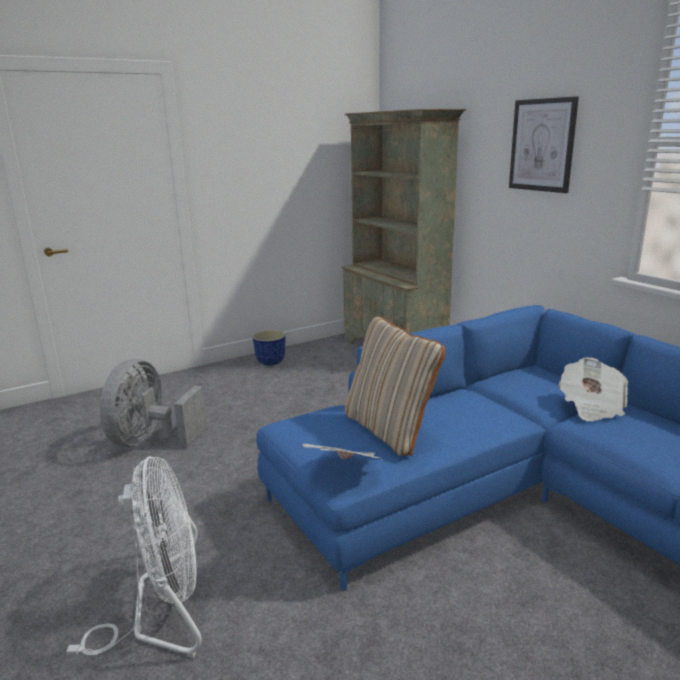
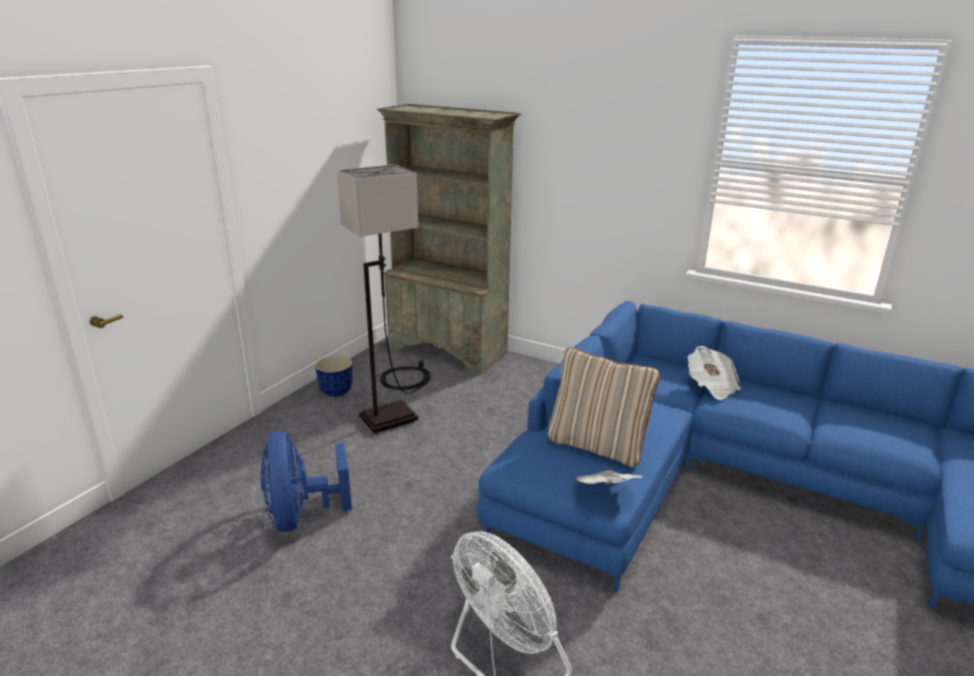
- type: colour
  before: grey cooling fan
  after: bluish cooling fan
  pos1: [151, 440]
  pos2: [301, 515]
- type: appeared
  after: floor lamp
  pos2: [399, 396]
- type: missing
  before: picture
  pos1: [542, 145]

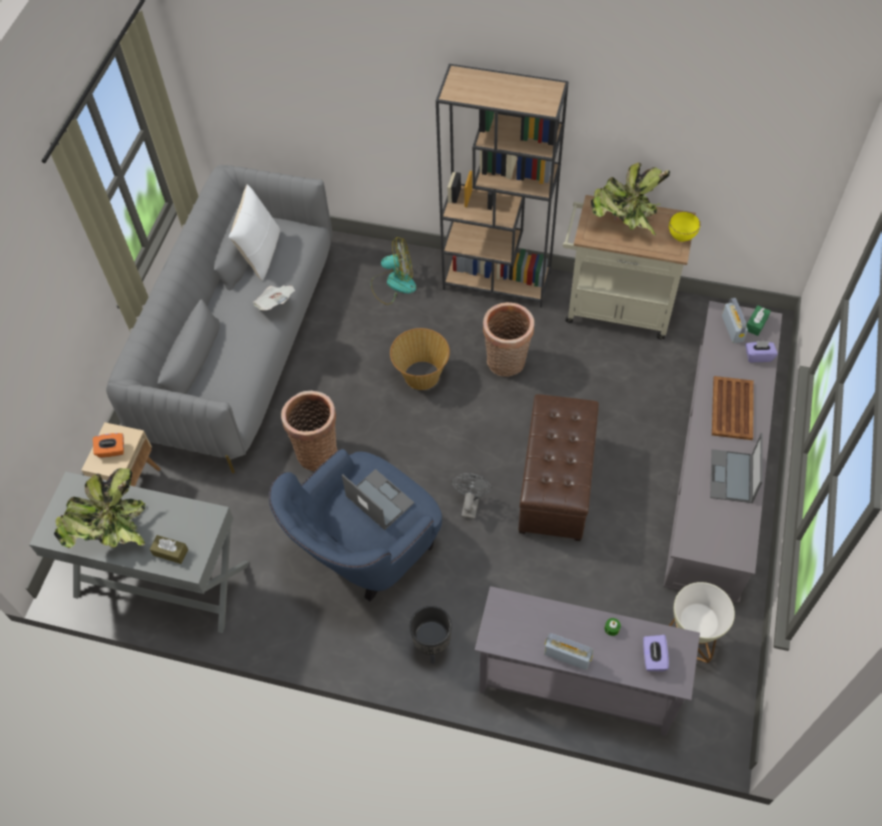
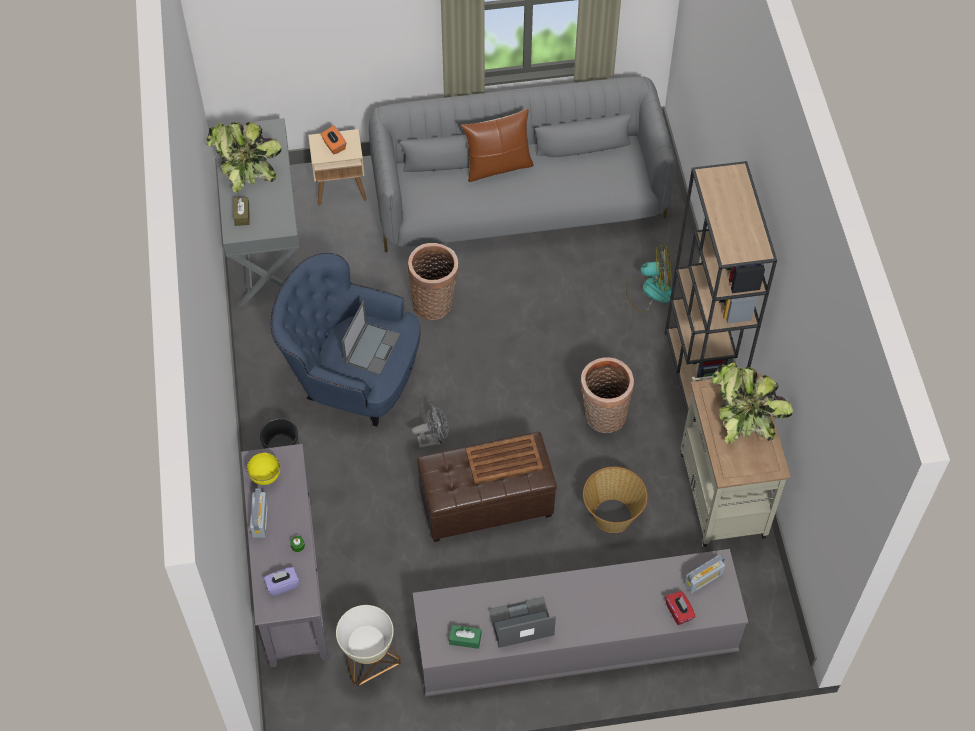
- type: relocated
  before: yellow-coloured serving bowl
  pos1: [681, 237]
  pos2: [266, 478]
- type: relocated
  before: green tissue box
  pos1: [756, 324]
  pos2: [465, 639]
- type: appeared
  after: brownish throw pillow
  pos2: [498, 166]
- type: relocated
  before: brownish carrying tray
  pos1: [732, 408]
  pos2: [504, 460]
- type: relocated
  before: basket
  pos1: [421, 376]
  pos2: [612, 515]
- type: spun
  before: cooling fan
  pos1: [393, 284]
  pos2: [649, 290]
  turn: -60
- type: colour
  before: purple tissue box
  after: reddish tissue box
  pos1: [758, 356]
  pos2: [679, 612]
- type: missing
  before: white-coloured throw pillow
  pos1: [260, 253]
- type: missing
  before: newspaper
  pos1: [275, 303]

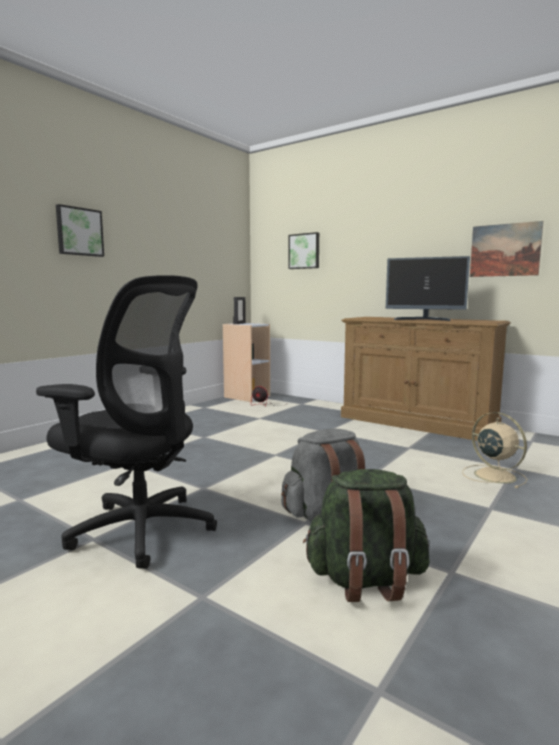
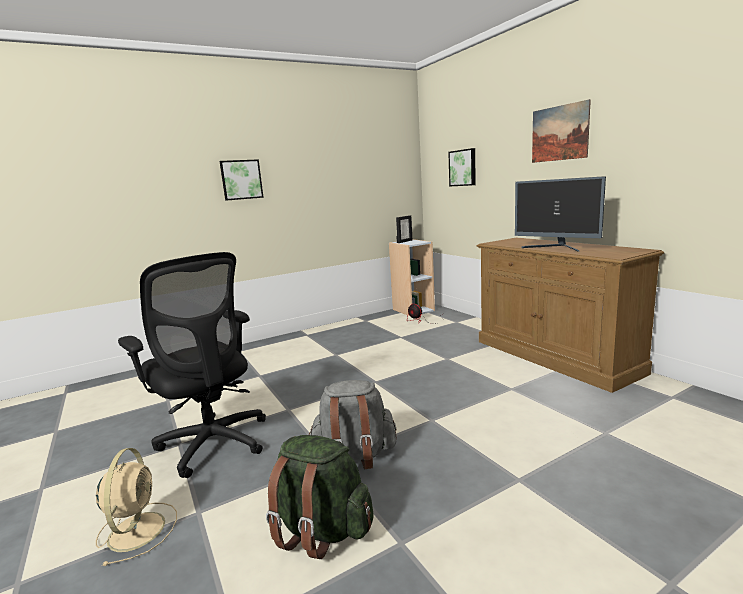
- type: relocated
  before: beige cooling fan
  pos1: [493, 475]
  pos2: [137, 529]
- type: relocated
  before: picture
  pos1: [505, 250]
  pos2: [559, 133]

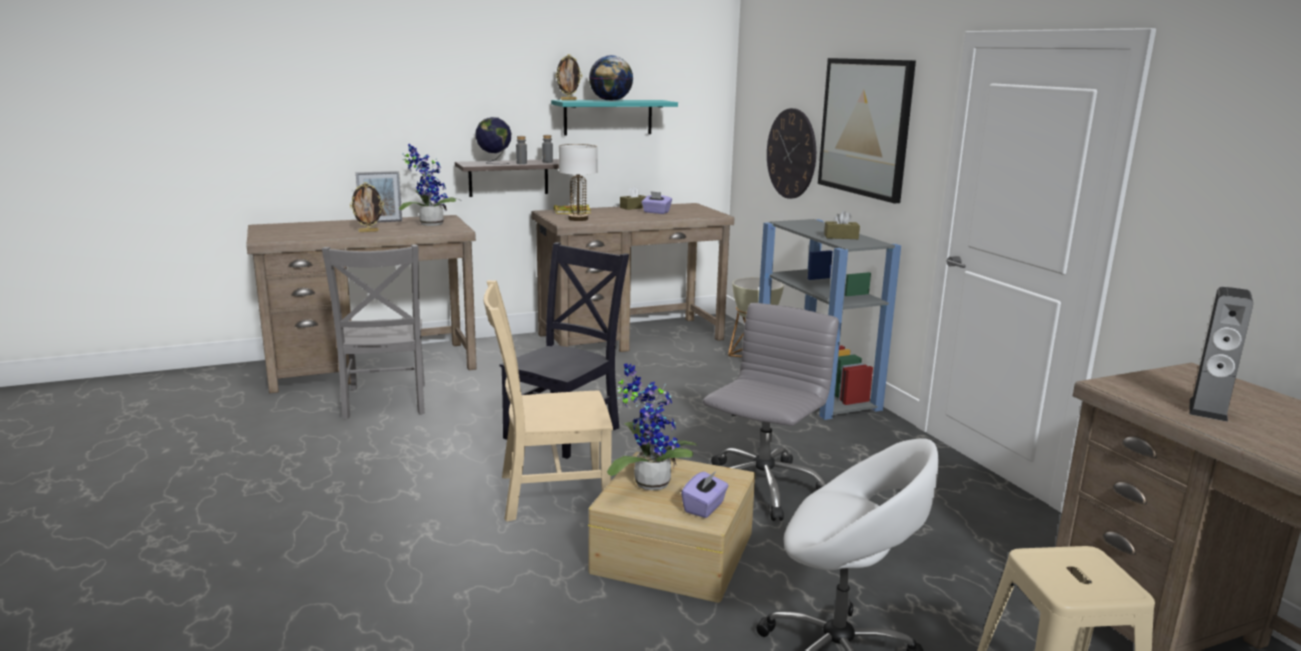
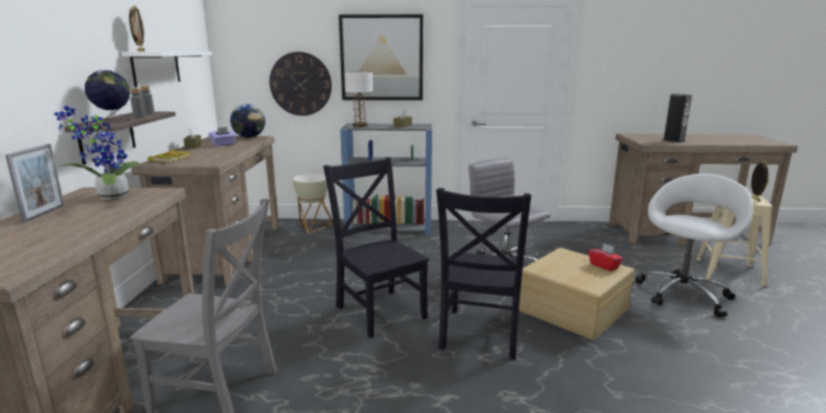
- type: colour
  before: blue-green bracket shelf
  after: white-coloured bracket shelf
  pos1: [608, 117]
  pos2: [156, 68]
- type: relocated
  before: world globe
  pos1: [610, 101]
  pos2: [249, 137]
- type: relocated
  before: tabletop lamp
  pos1: [578, 219]
  pos2: [360, 126]
- type: colour
  before: beige upright chair
  after: blackish upright chair
  pos1: [548, 494]
  pos2: [479, 335]
- type: colour
  before: purple tissue box
  after: reddish tissue box
  pos1: [704, 507]
  pos2: [604, 266]
- type: relocated
  before: picture frame
  pos1: [368, 231]
  pos2: [755, 200]
- type: missing
  before: plant in a pot
  pos1: [648, 482]

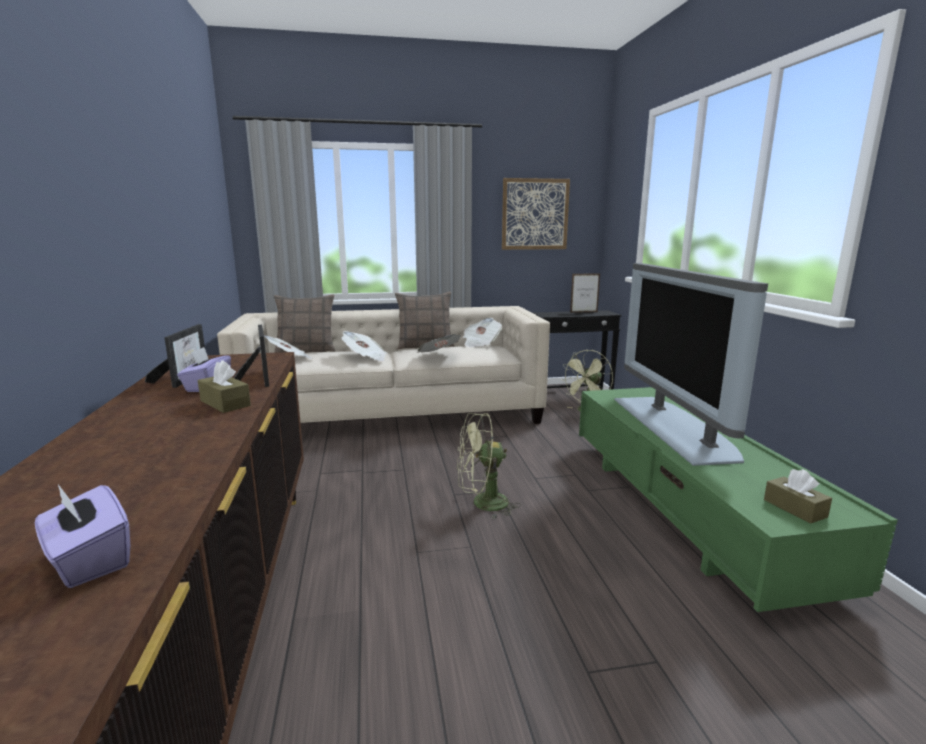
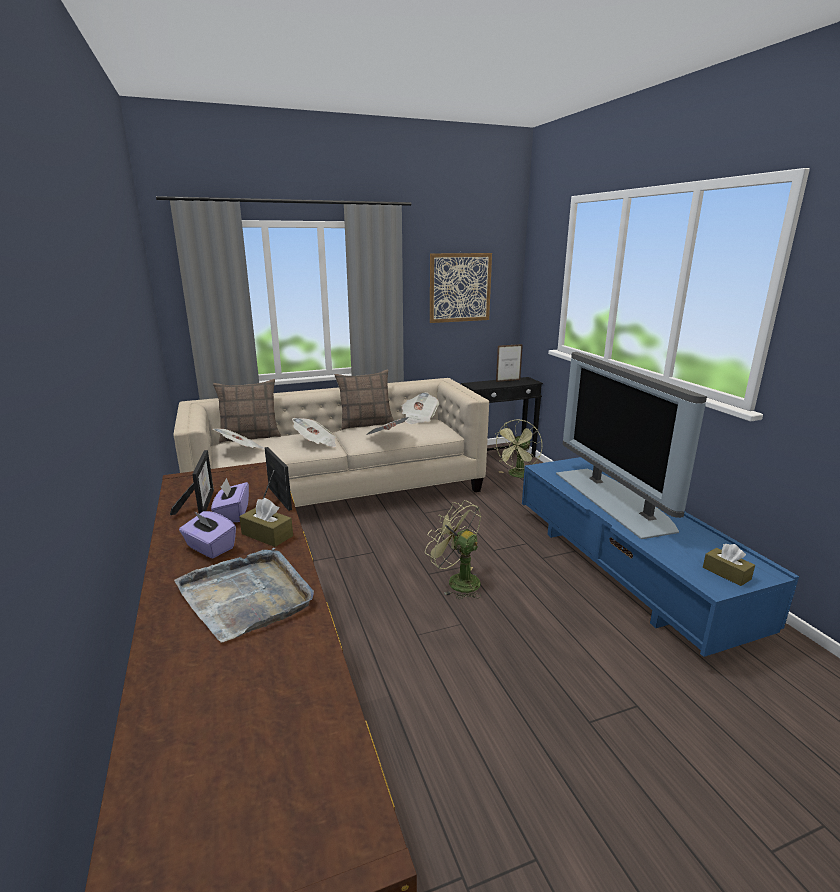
- type: appeared
  after: grey carrying tray
  pos2: [247, 596]
- type: relocated
  before: purple tissue box
  pos1: [89, 560]
  pos2: [210, 548]
- type: spun
  before: green cooling fan
  pos1: [482, 504]
  pos2: [457, 581]
  turn: 60
- type: colour
  before: green media console
  after: bluish media console
  pos1: [687, 508]
  pos2: [626, 567]

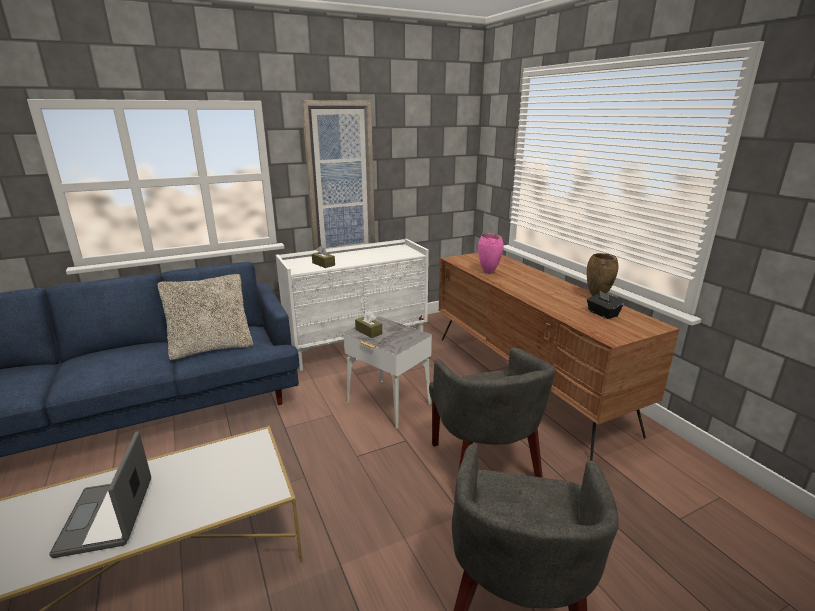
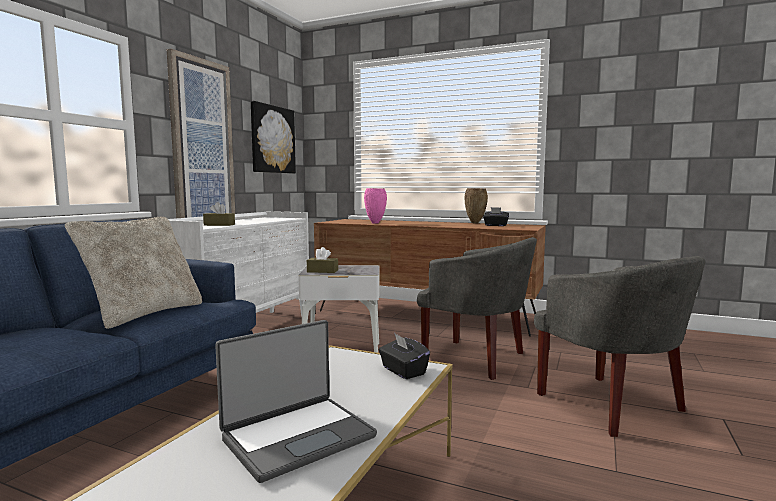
- type: spun
  before: portable computer
  pos1: [108, 516]
  pos2: [297, 436]
  turn: -75
- type: appeared
  after: picture
  pos2: [272, 139]
- type: appeared
  after: blackish tissue box
  pos2: [403, 371]

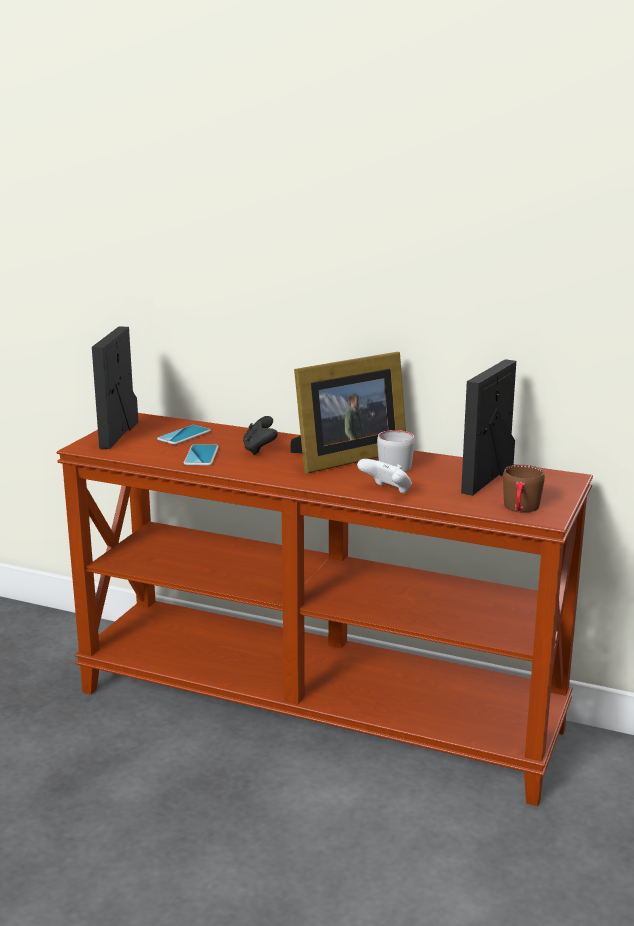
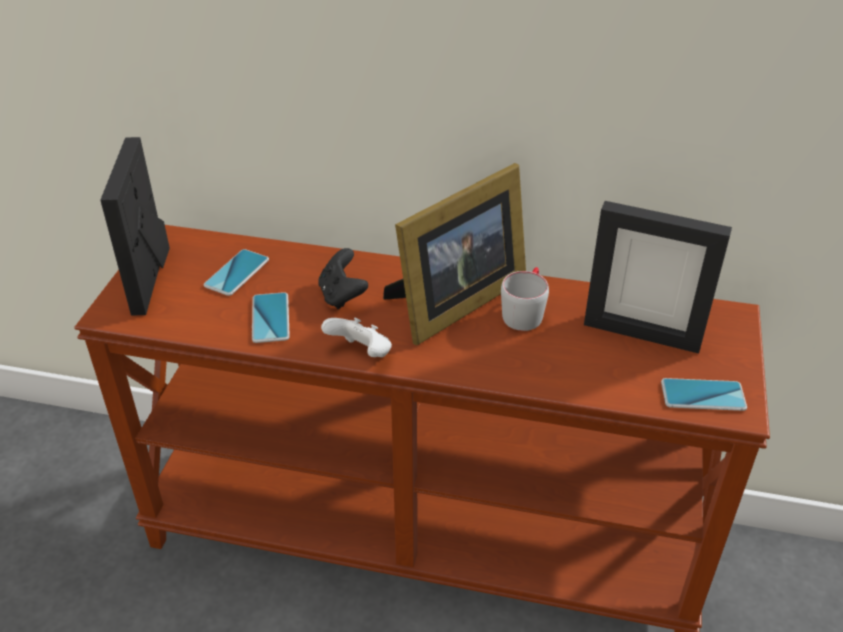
- type: relocated
  before: white-coloured game controller
  pos1: [387, 491]
  pos2: [361, 354]
- type: spun
  before: picture frame
  pos1: [488, 480]
  pos2: [642, 332]
  turn: -90
- type: exchanged
  before: brownish coffee mug
  after: handset
  pos1: [521, 509]
  pos2: [703, 395]

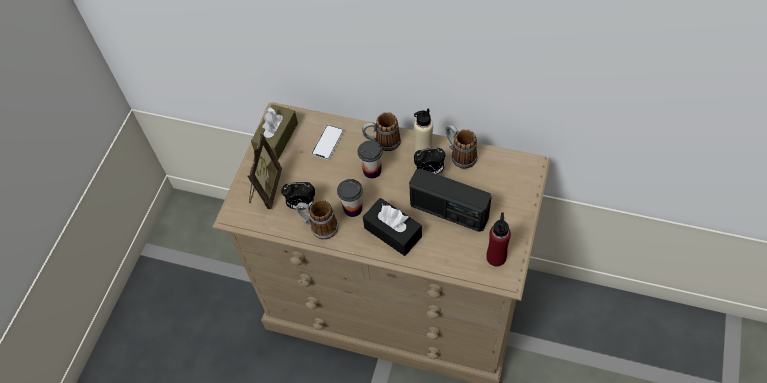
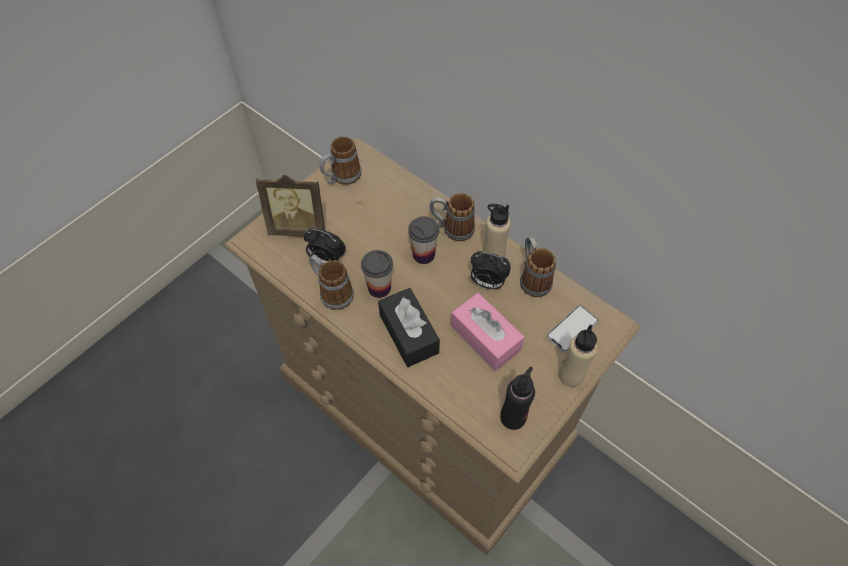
- type: spun
  before: picture frame
  pos1: [265, 189]
  pos2: [299, 227]
  turn: 60
- type: exchanged
  before: brownish tissue box
  after: coffee mug
  pos1: [276, 138]
  pos2: [341, 177]
- type: exchanged
  before: radio receiver
  after: pinkish tissue box
  pos1: [449, 211]
  pos2: [485, 338]
- type: colour
  before: reddish bottle
  after: blackish bottle
  pos1: [496, 257]
  pos2: [513, 417]
- type: relocated
  before: handset
  pos1: [328, 142]
  pos2: [572, 329]
- type: appeared
  after: beige bottle
  pos2: [570, 375]

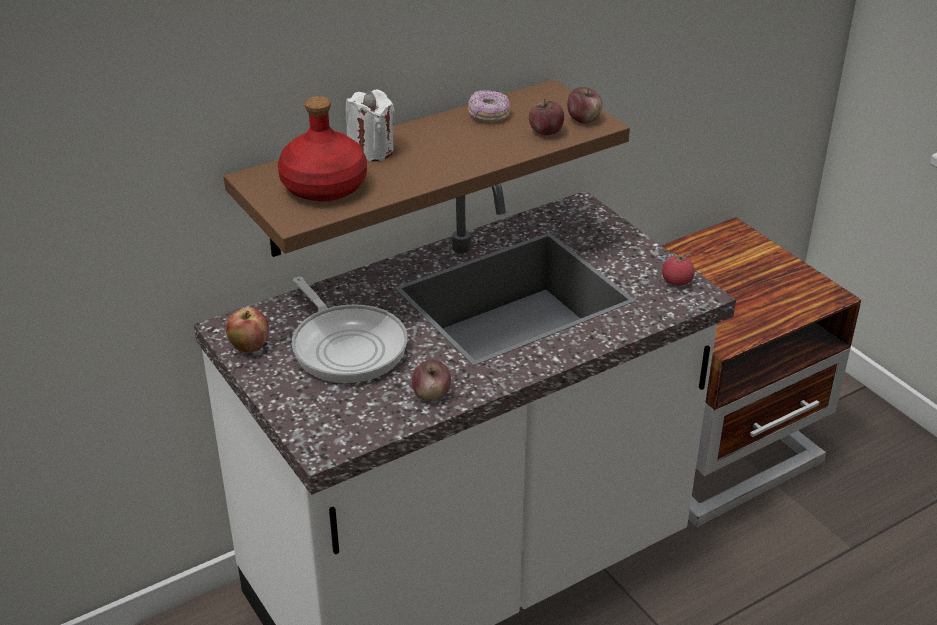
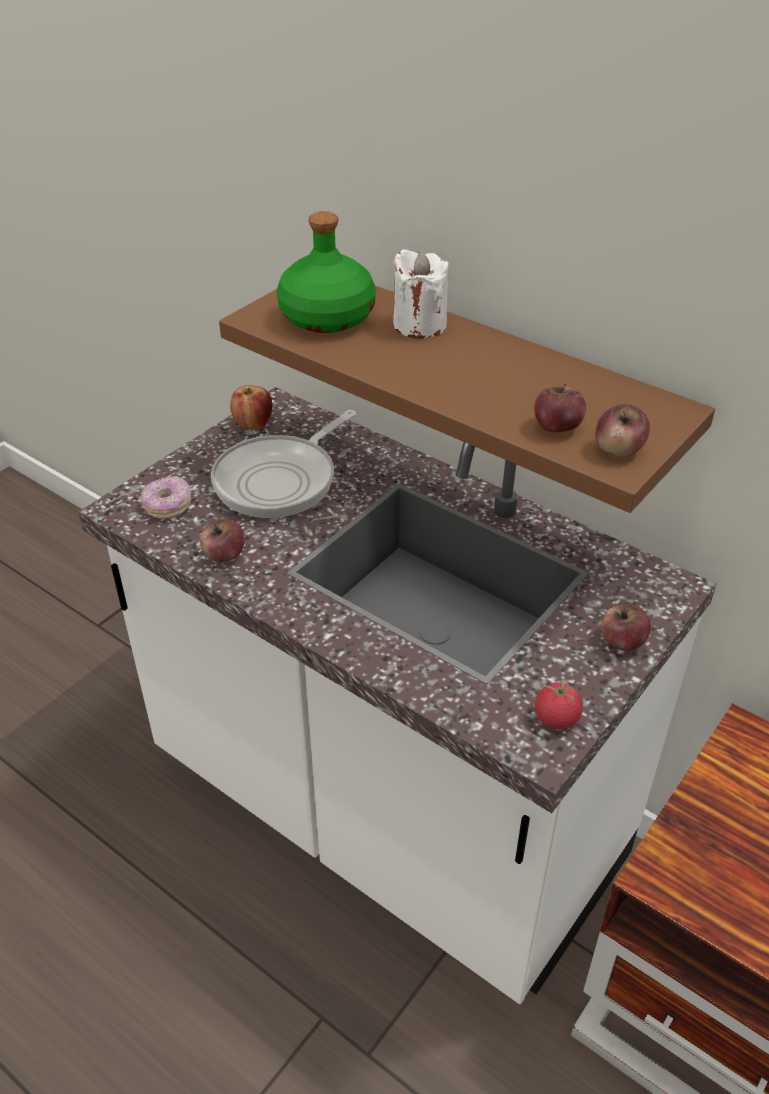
- type: relocated
  before: doughnut
  pos1: [488, 115]
  pos2: [168, 506]
- type: colour
  before: reddish bottle
  after: green bottle
  pos1: [323, 187]
  pos2: [326, 317]
- type: appeared
  after: apple
  pos2: [621, 641]

